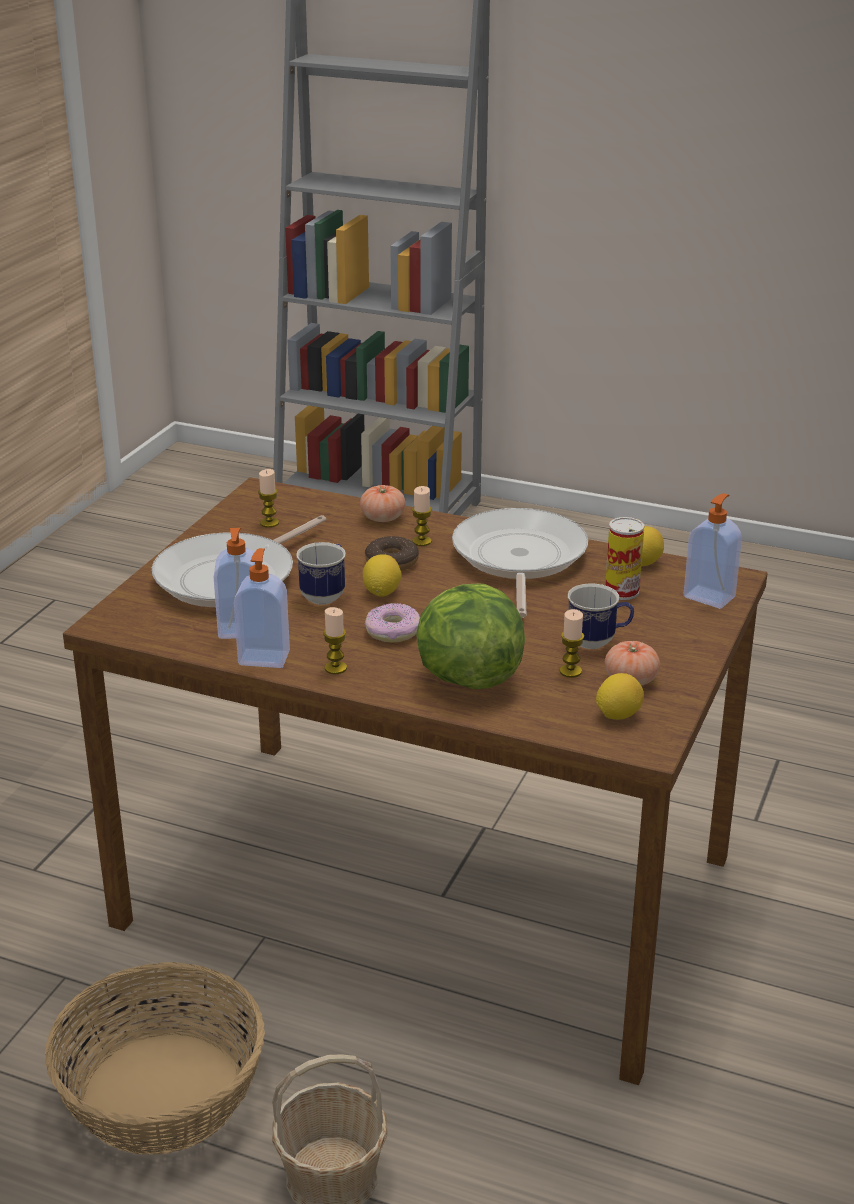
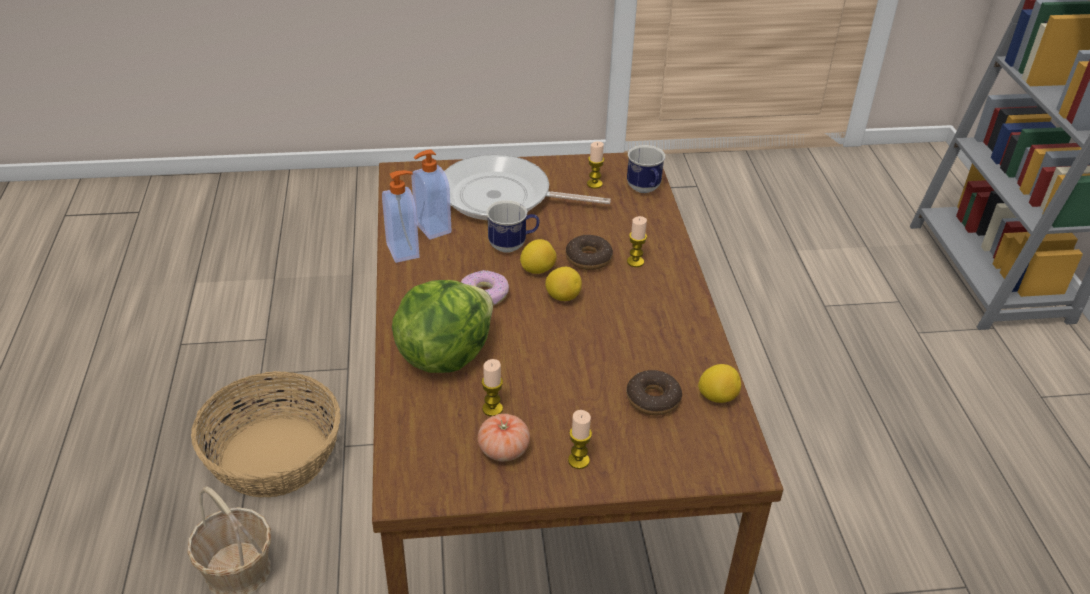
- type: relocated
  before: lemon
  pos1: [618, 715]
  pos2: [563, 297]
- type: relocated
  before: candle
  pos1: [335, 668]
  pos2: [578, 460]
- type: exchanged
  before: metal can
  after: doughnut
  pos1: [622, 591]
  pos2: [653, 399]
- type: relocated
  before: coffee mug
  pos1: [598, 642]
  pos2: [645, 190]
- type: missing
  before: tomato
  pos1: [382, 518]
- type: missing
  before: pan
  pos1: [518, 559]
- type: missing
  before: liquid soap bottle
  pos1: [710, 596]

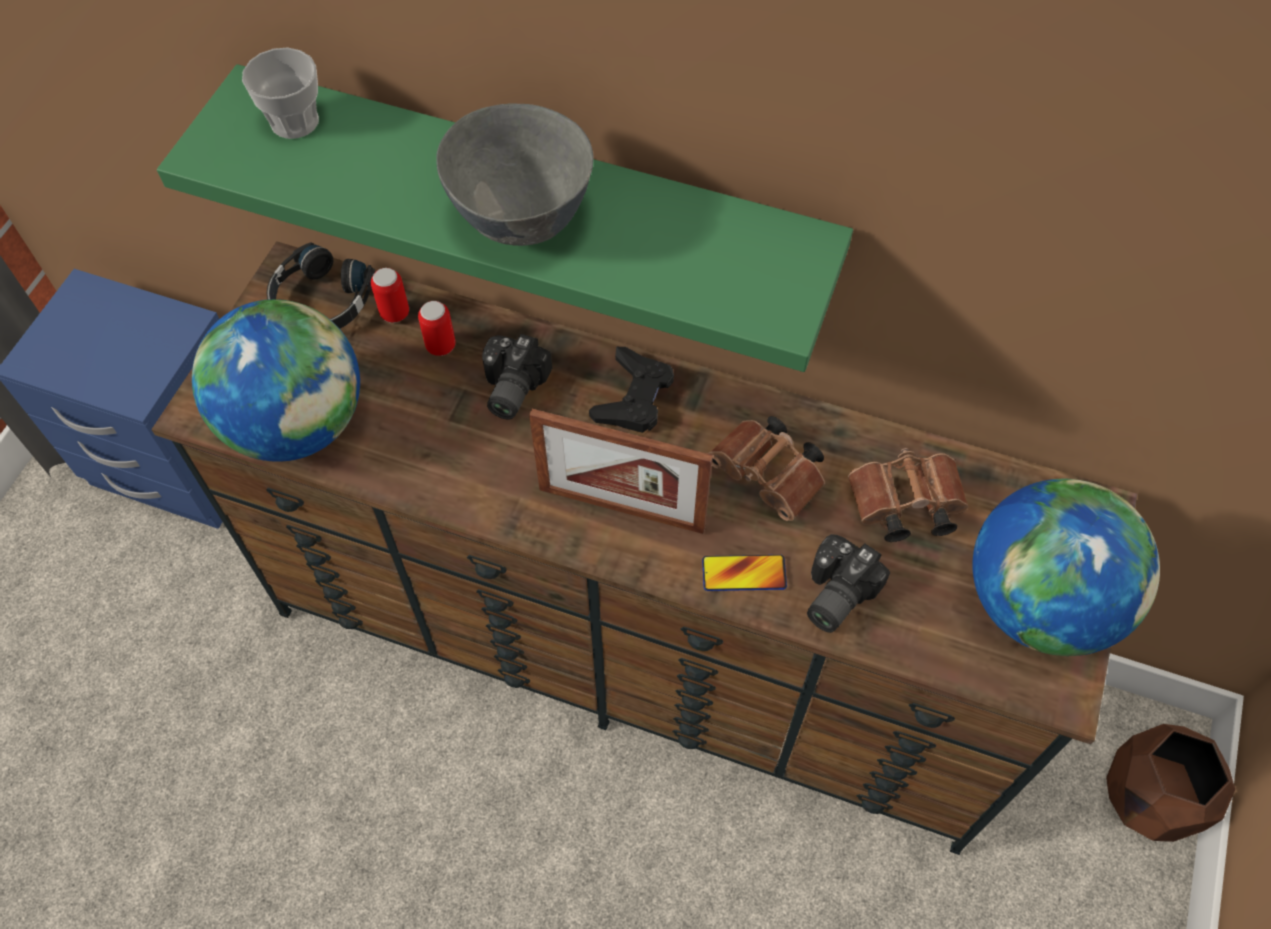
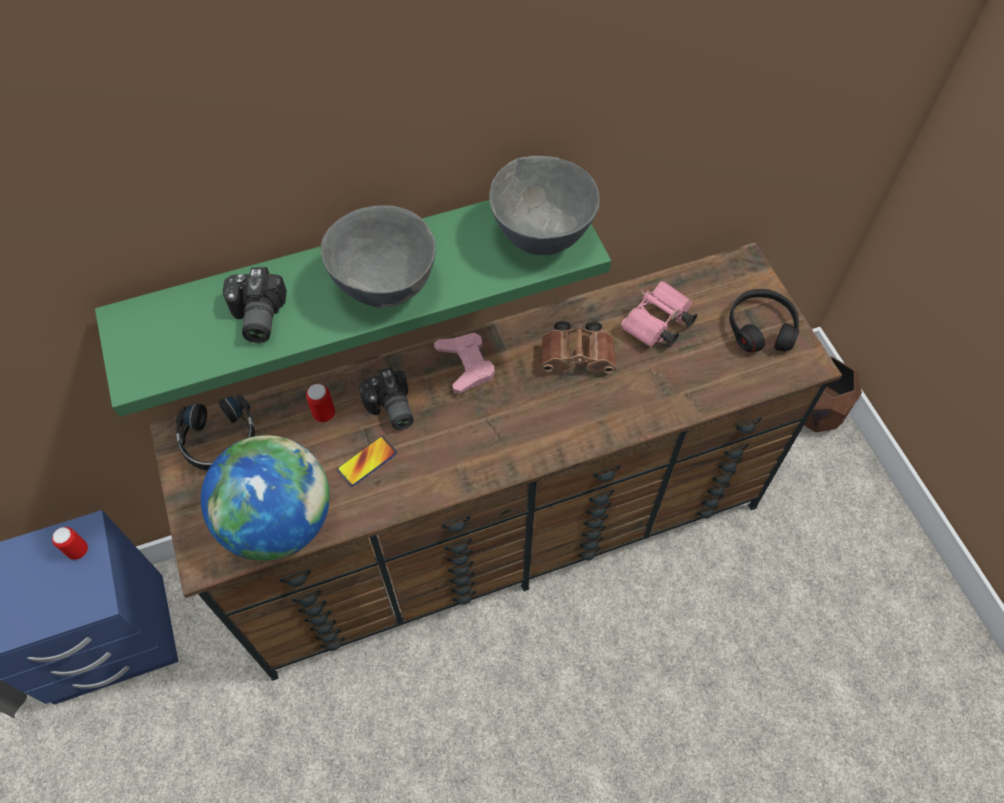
- type: relocated
  before: metal can
  pos1: [395, 313]
  pos2: [78, 550]
- type: relocated
  before: photo camera
  pos1: [833, 593]
  pos2: [255, 318]
- type: relocated
  before: handset
  pos1: [744, 573]
  pos2: [367, 461]
- type: colour
  before: blackish game controller
  after: pinkish game controller
  pos1: [634, 397]
  pos2: [466, 365]
- type: appeared
  after: grey serving bowl
  pos2: [540, 239]
- type: colour
  before: brownish pair of binoculars
  after: pinkish pair of binoculars
  pos1: [902, 506]
  pos2: [657, 325]
- type: exchanged
  before: world globe
  after: blackish headphones
  pos1: [1038, 602]
  pos2: [761, 327]
- type: missing
  before: drinking cup
  pos1: [294, 121]
- type: missing
  before: picture frame
  pos1: [621, 508]

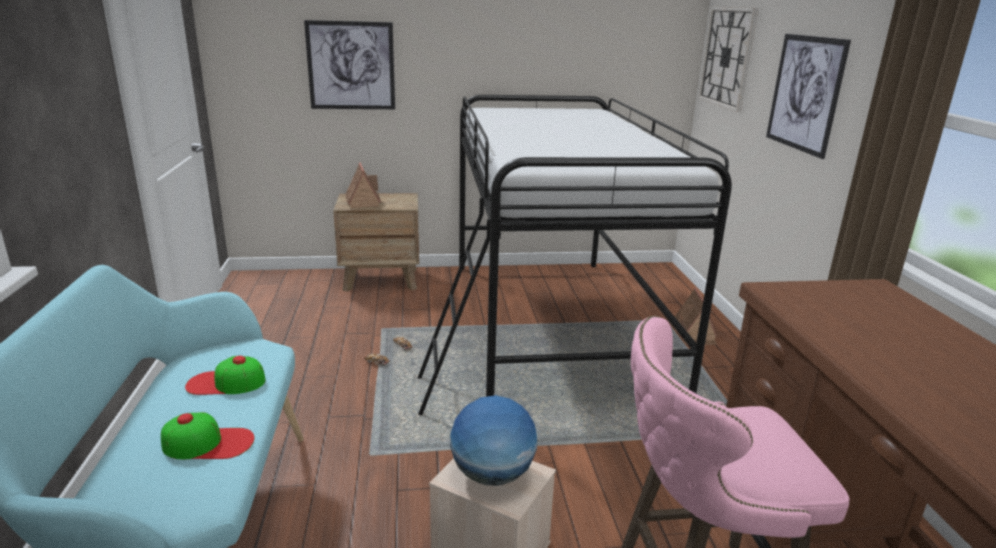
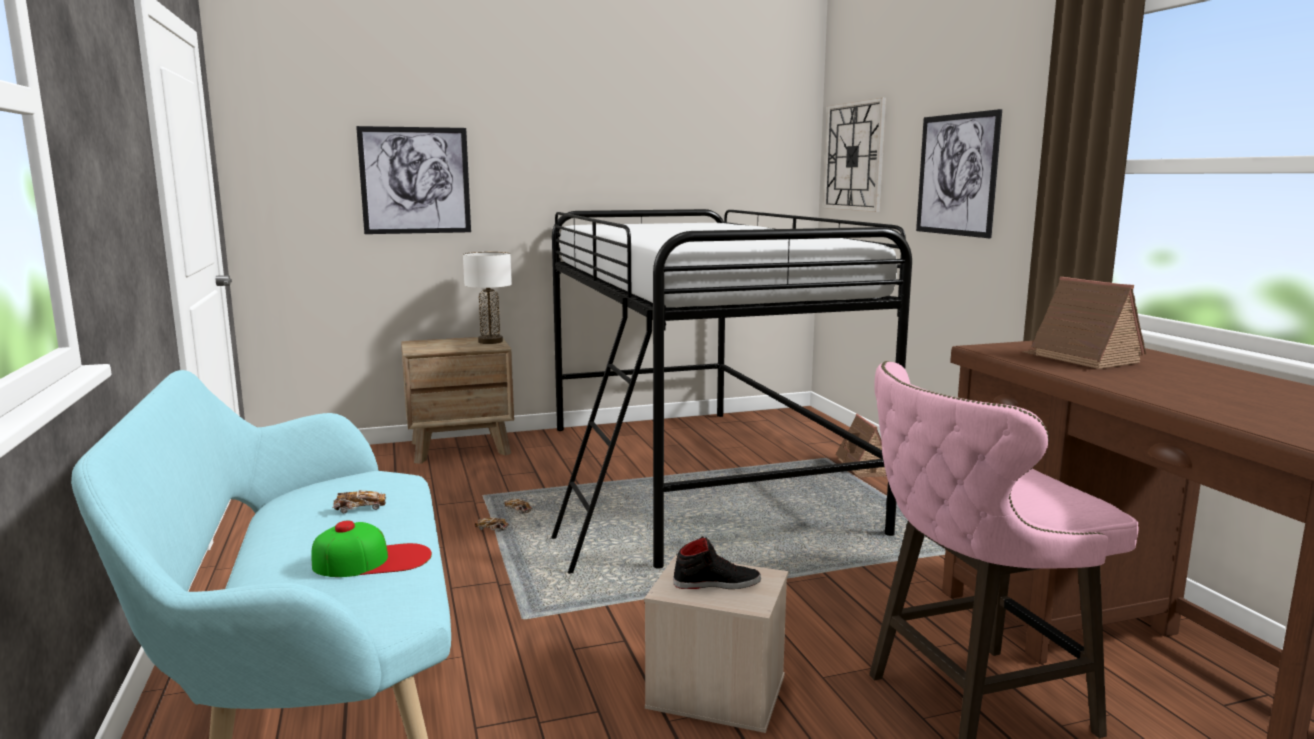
- type: exchanged
  before: baseball cap
  after: toy car
  pos1: [226, 382]
  pos2: [360, 509]
- type: appeared
  after: tabletop lamp
  pos2: [490, 341]
- type: exchanged
  before: world globe
  after: blackish low shoe
  pos1: [492, 475]
  pos2: [716, 583]
- type: relocated
  before: miniature house
  pos1: [363, 201]
  pos2: [1081, 358]

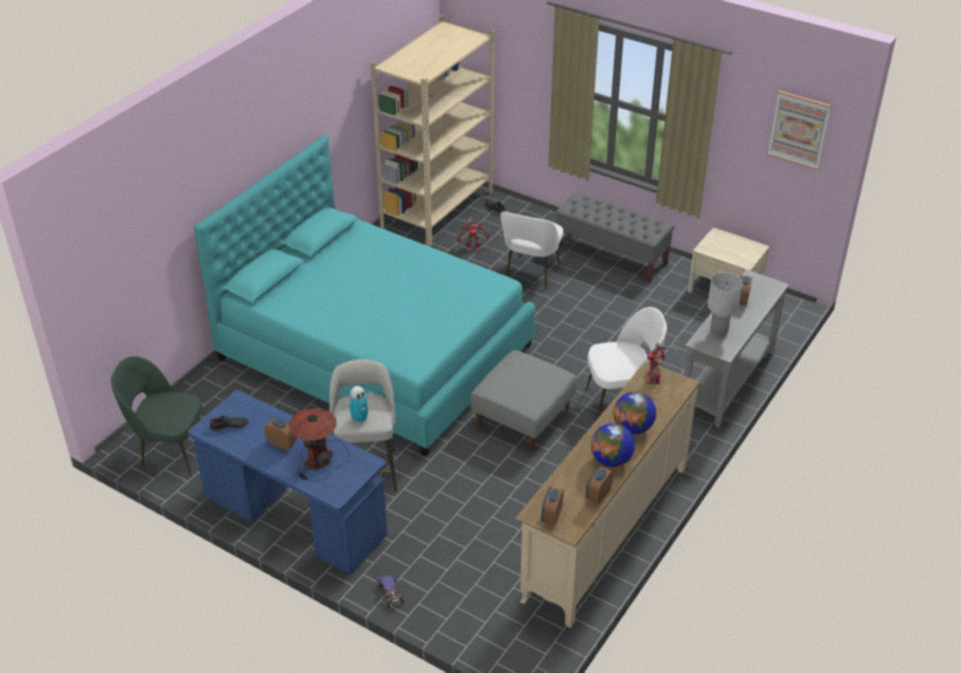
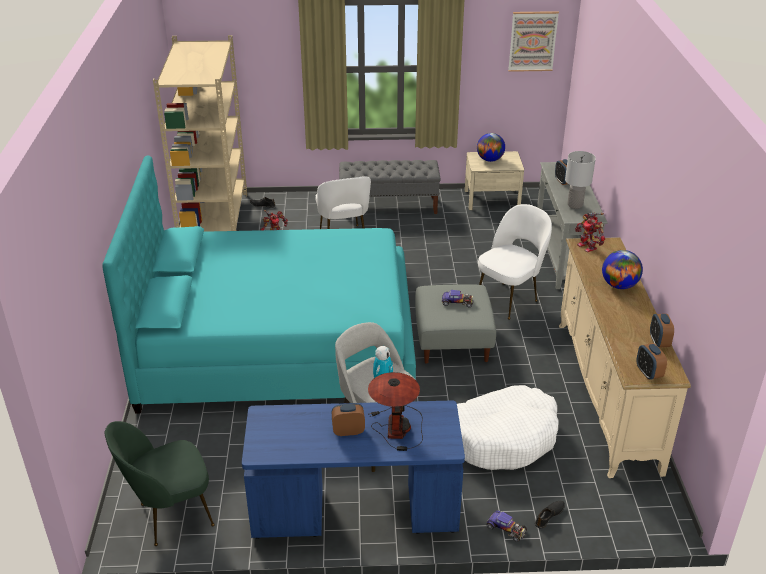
- type: appeared
  after: toy car
  pos2: [457, 302]
- type: appeared
  after: white-coloured dog cushion
  pos2: [502, 437]
- type: relocated
  before: world globe
  pos1: [611, 460]
  pos2: [490, 160]
- type: relocated
  before: blackish low shoe
  pos1: [229, 426]
  pos2: [549, 516]

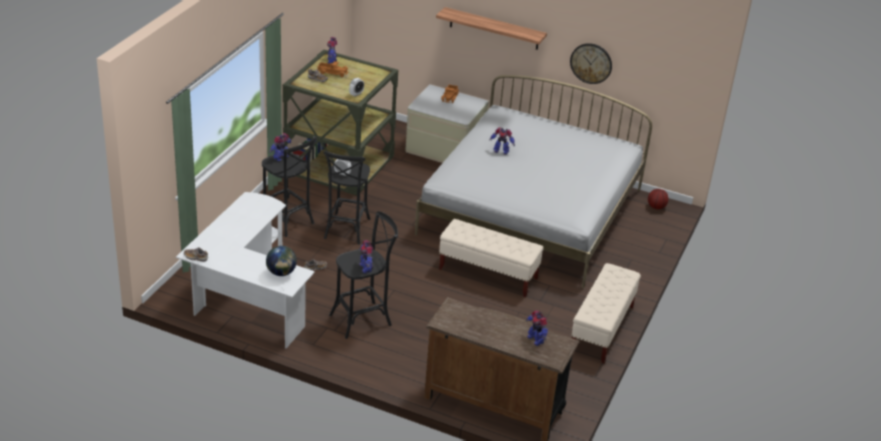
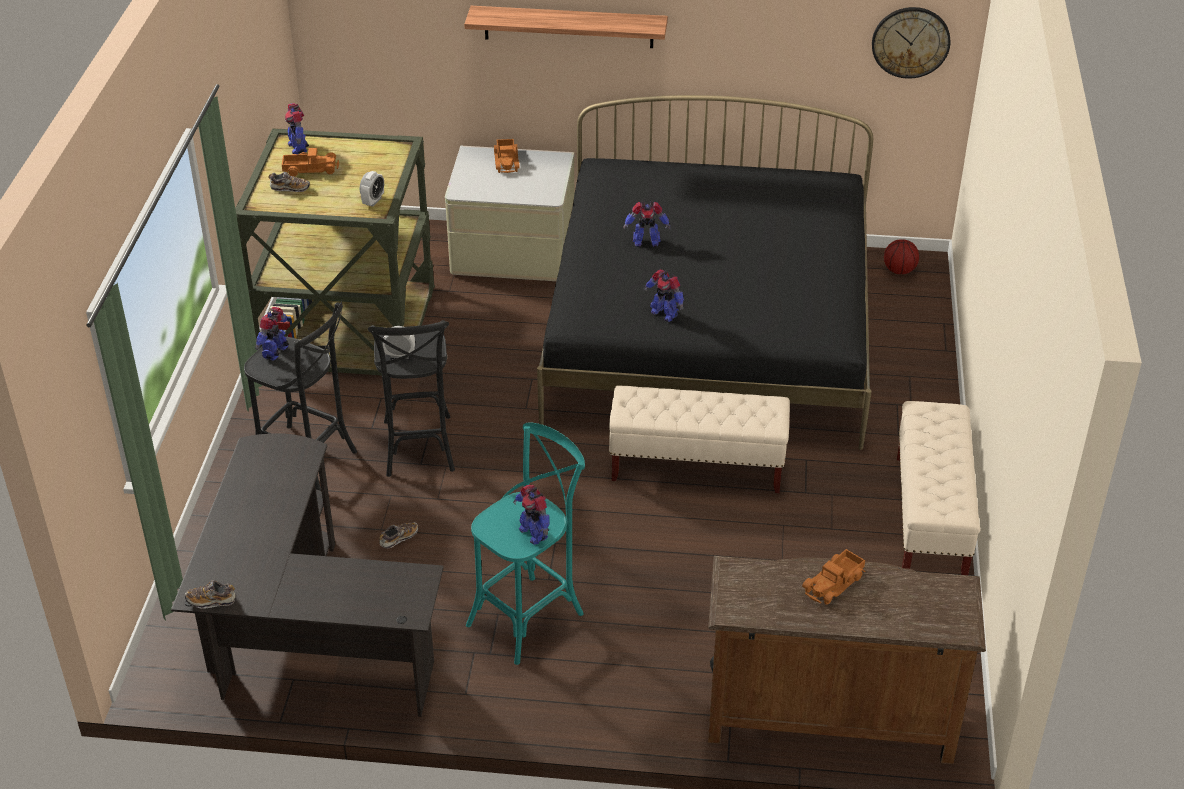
- type: colour
  before: white-coloured desk
  after: blackish desk
  pos1: [246, 299]
  pos2: [303, 636]
- type: colour
  before: blackish sitting stool
  after: blue-green sitting stool
  pos1: [363, 319]
  pos2: [530, 616]
- type: colour
  before: white-coloured sleeping bed
  after: blackish sleeping bed
  pos1: [531, 212]
  pos2: [709, 331]
- type: relocated
  before: toy robot
  pos1: [535, 339]
  pos2: [664, 313]
- type: appeared
  after: toy truck
  pos2: [834, 584]
- type: relocated
  before: wall clock
  pos1: [591, 63]
  pos2: [910, 42]
- type: missing
  before: world globe
  pos1: [281, 273]

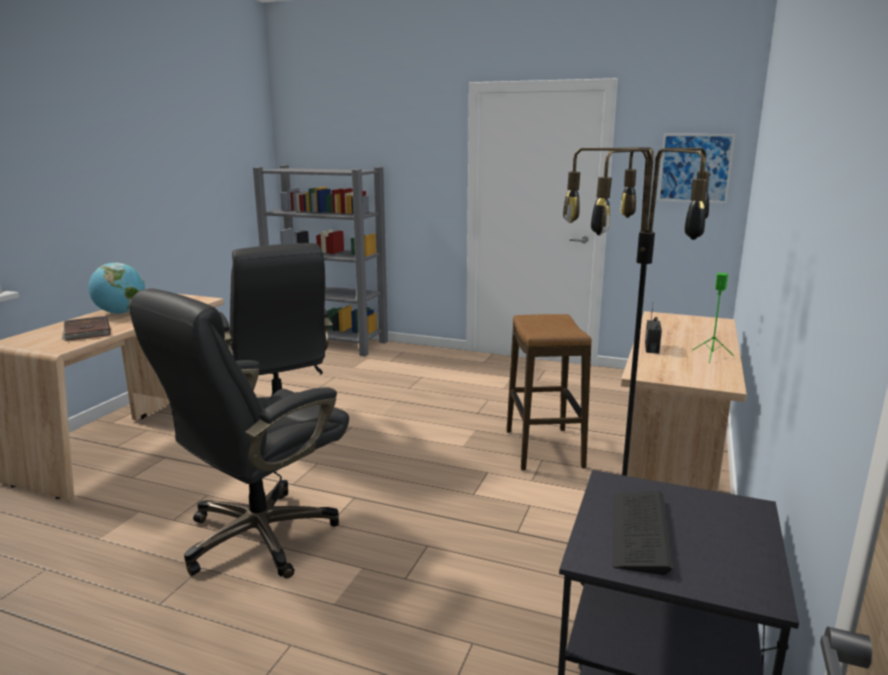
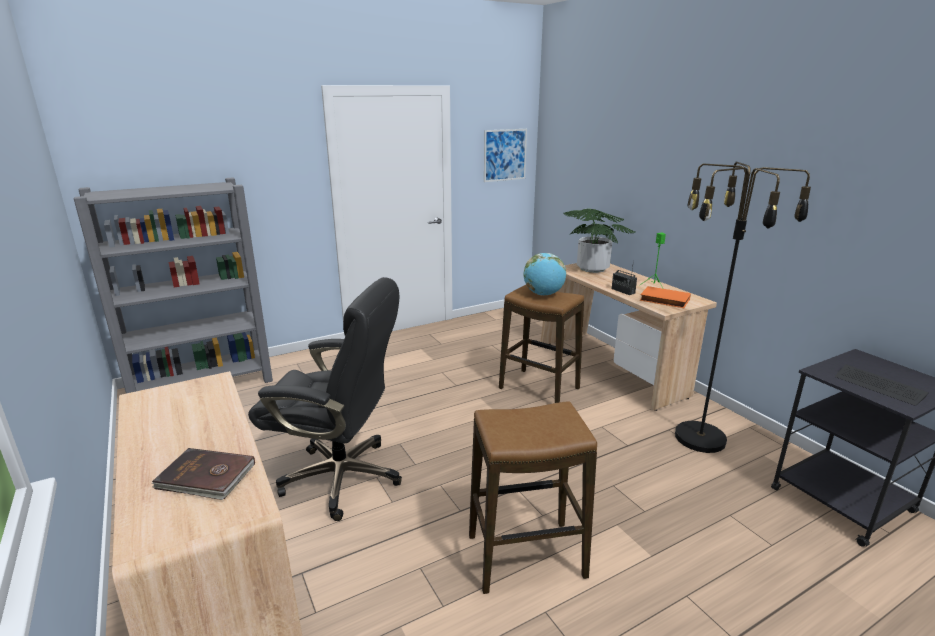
- type: exchanged
  before: blackish computer chair
  after: sitting stool
  pos1: [263, 534]
  pos2: [525, 557]
- type: relocated
  before: world globe
  pos1: [120, 313]
  pos2: [543, 294]
- type: appeared
  after: plant in a pot
  pos2: [593, 268]
- type: appeared
  after: orange volume
  pos2: [664, 300]

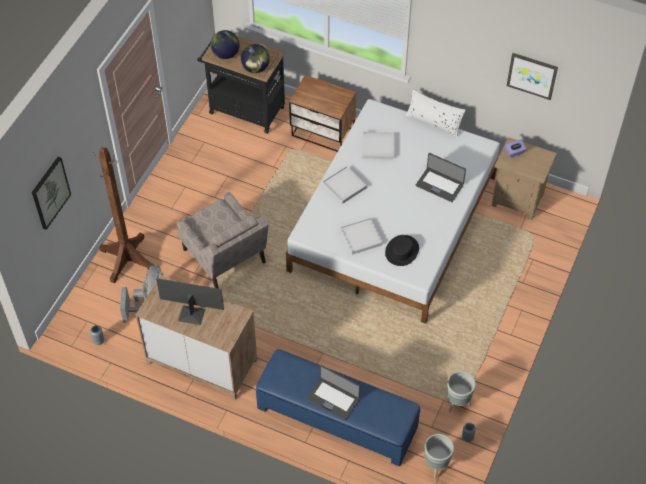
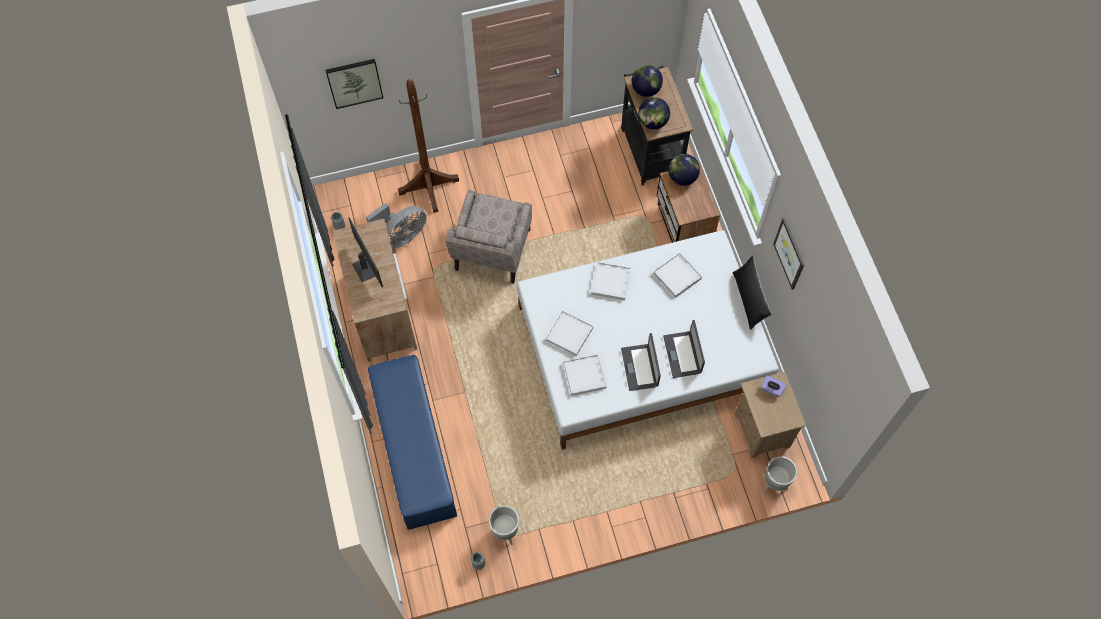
- type: exchanged
  before: blackish hat
  after: white-coloured carrying tray
  pos1: [401, 251]
  pos2: [584, 375]
- type: relocated
  before: portable computer
  pos1: [333, 399]
  pos2: [640, 367]
- type: appeared
  after: world globe
  pos2: [682, 177]
- type: colour
  before: white-coloured throw pillow
  after: blackish throw pillow
  pos1: [434, 121]
  pos2: [749, 299]
- type: relocated
  before: grey planter
  pos1: [436, 465]
  pos2: [774, 483]
- type: relocated
  before: picture
  pos1: [532, 75]
  pos2: [790, 253]

